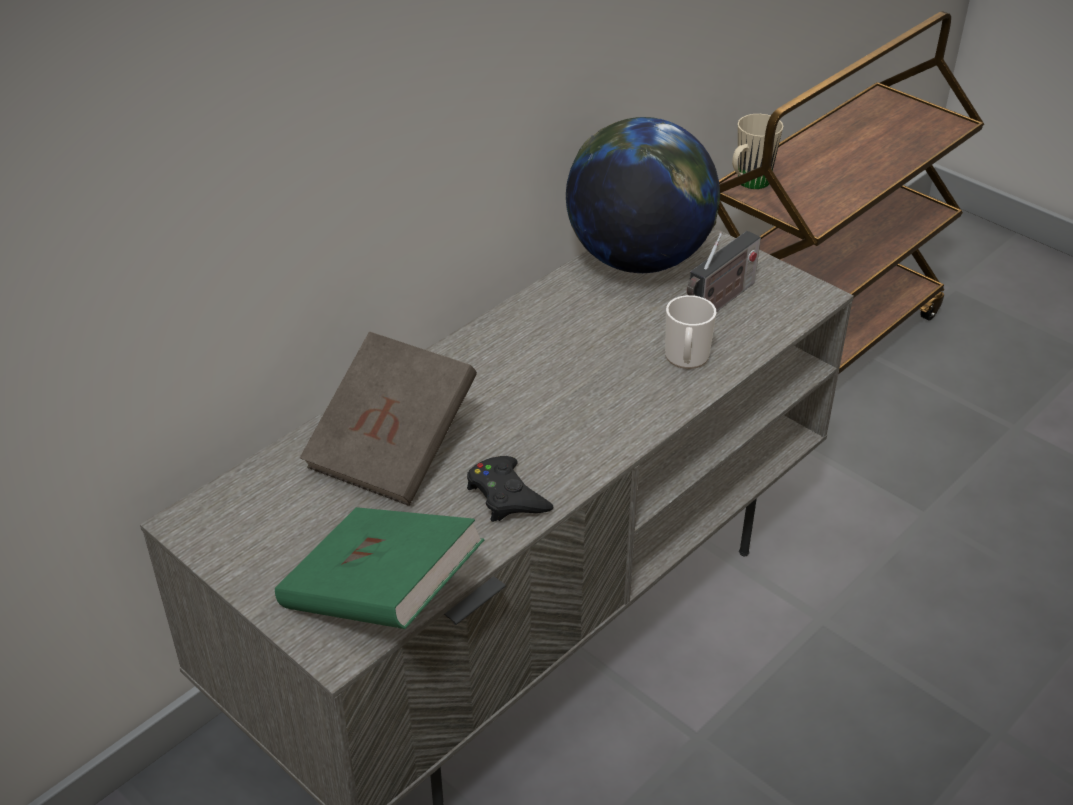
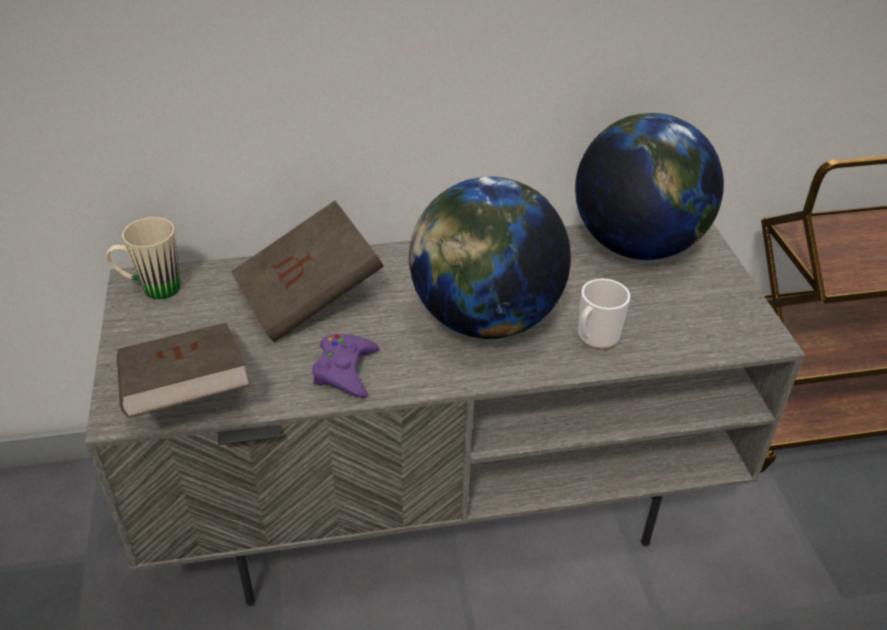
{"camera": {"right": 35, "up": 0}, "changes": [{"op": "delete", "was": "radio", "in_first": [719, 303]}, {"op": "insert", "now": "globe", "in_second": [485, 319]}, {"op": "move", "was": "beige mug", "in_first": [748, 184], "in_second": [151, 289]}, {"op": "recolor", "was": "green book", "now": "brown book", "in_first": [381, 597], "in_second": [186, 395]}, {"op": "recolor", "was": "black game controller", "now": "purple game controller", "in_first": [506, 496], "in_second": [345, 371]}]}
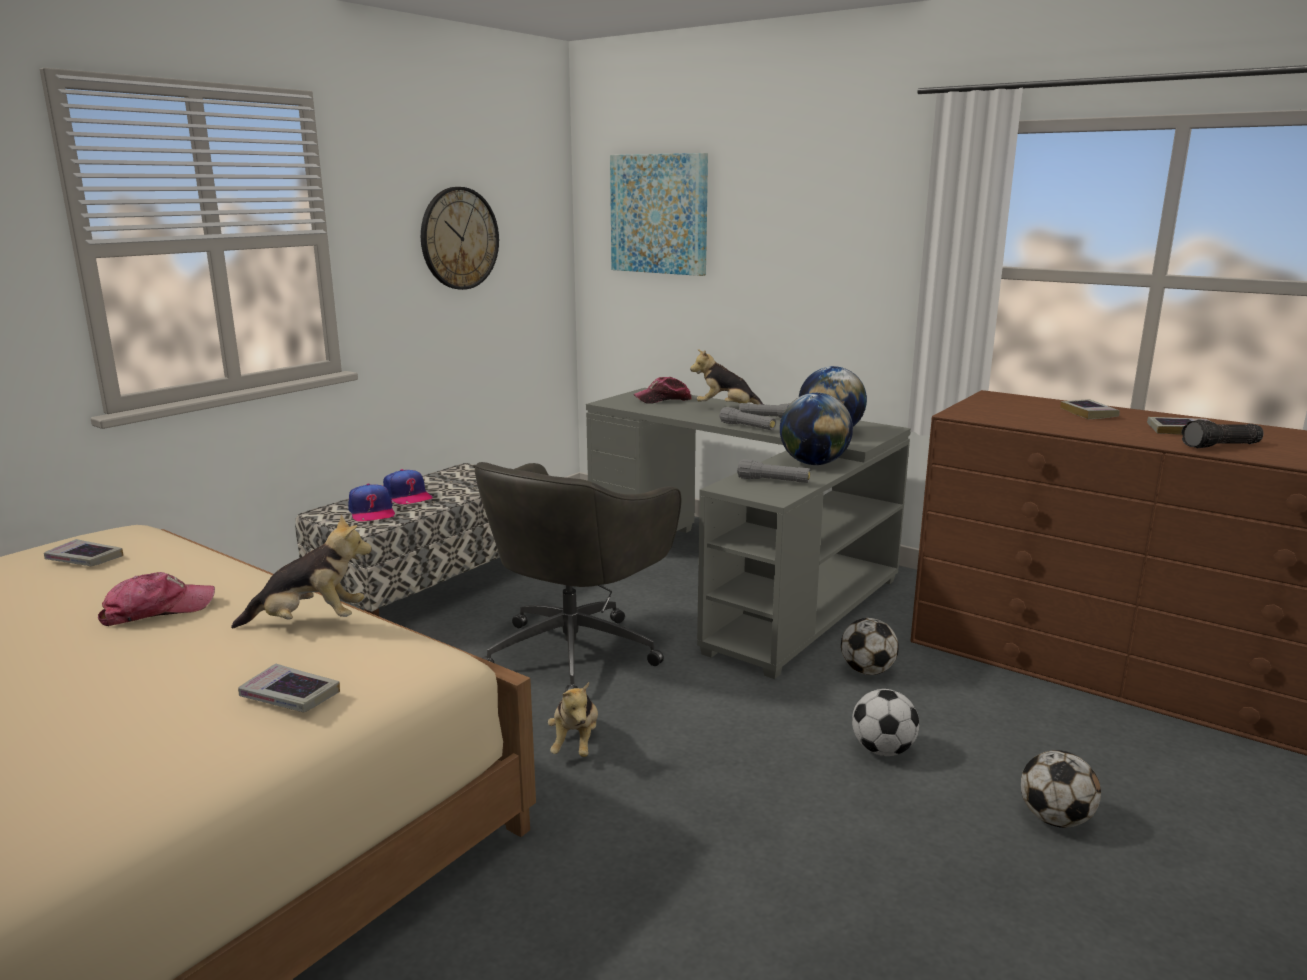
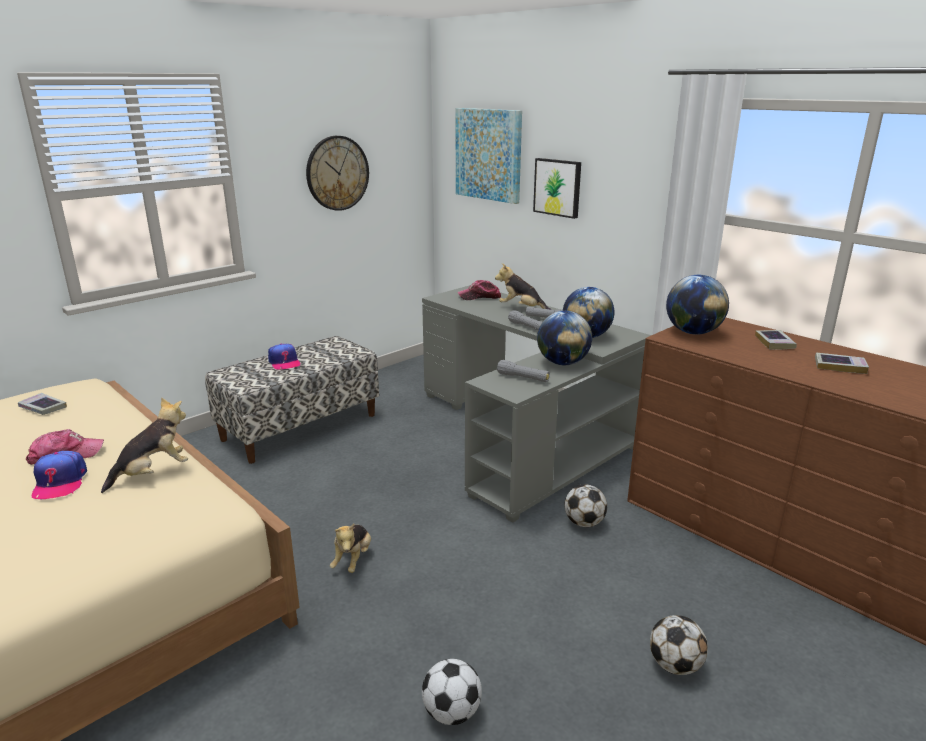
{"camera": {"right": 10, "up": 5}, "changes": [{"op": "delete", "was": "book", "in_first": [290, 696]}, {"op": "delete", "was": "grey office chair", "in_first": [575, 652]}, {"op": "delete", "was": "flashlight", "in_first": [1221, 446]}, {"op": "insert", "now": "picture", "in_second": [558, 187]}, {"op": "insert", "now": "globe", "in_second": [693, 332]}, {"op": "move", "was": "cap", "in_first": [372, 512], "in_second": [60, 482]}, {"op": "move", "was": "football", "in_first": [882, 750], "in_second": [451, 713]}, {"op": "rotate", "was": "plush toy", "in_first": [309, 622], "in_second": [153, 473], "clockwise": -45}]}
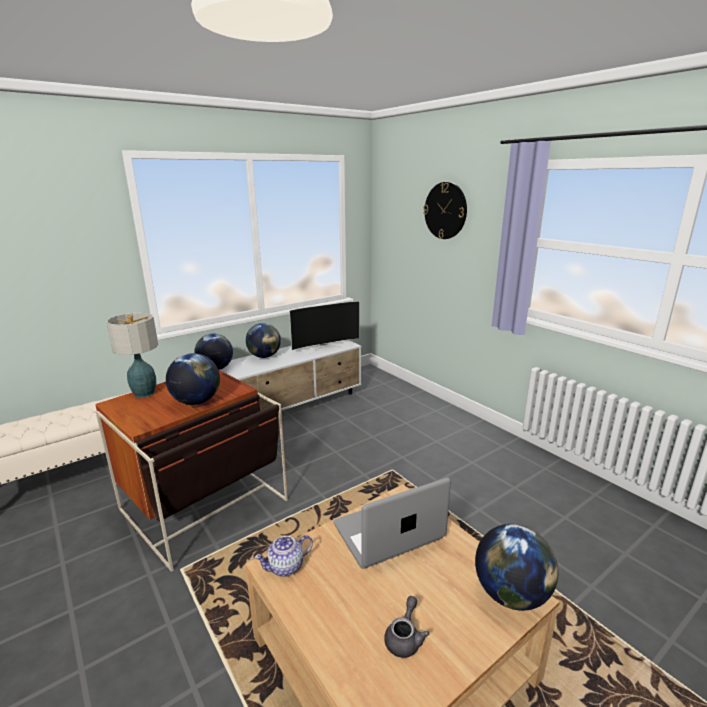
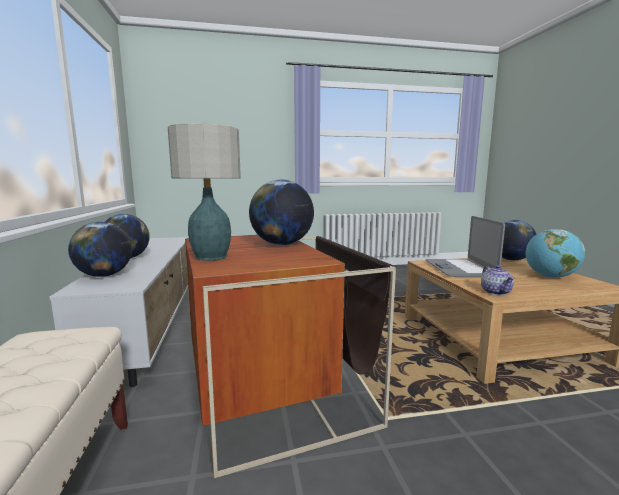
{"camera": {"right": -65, "up": -10}, "changes": [{"op": "delete", "was": "television", "in_first": [325, 346]}, {"op": "delete", "was": "wall clock", "in_first": [445, 210]}, {"op": "replace", "was": "grey teapot", "now": "globe", "in_first": [405, 638], "in_second": [550, 277]}]}
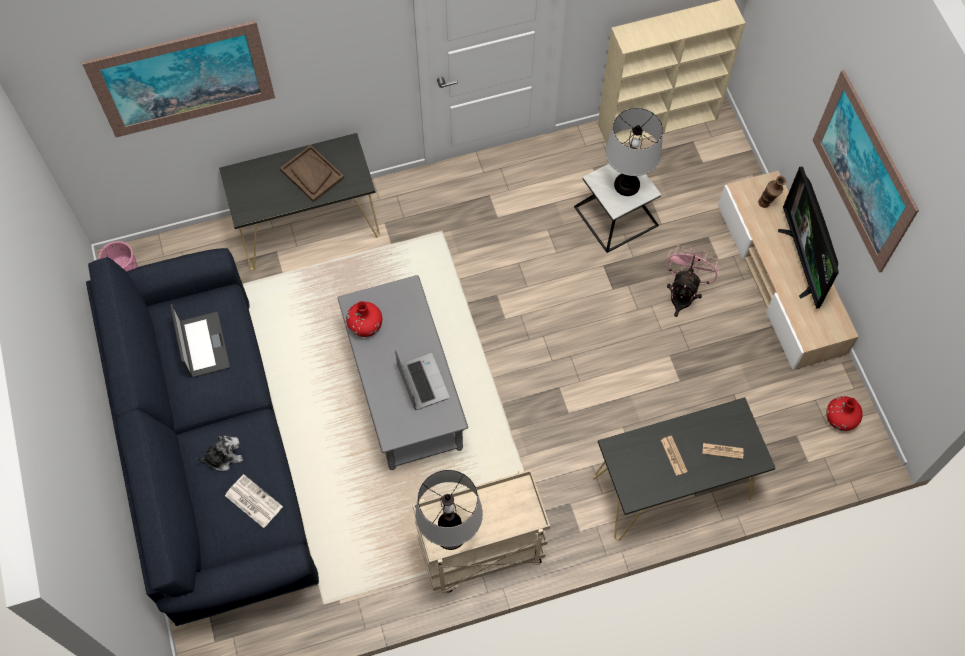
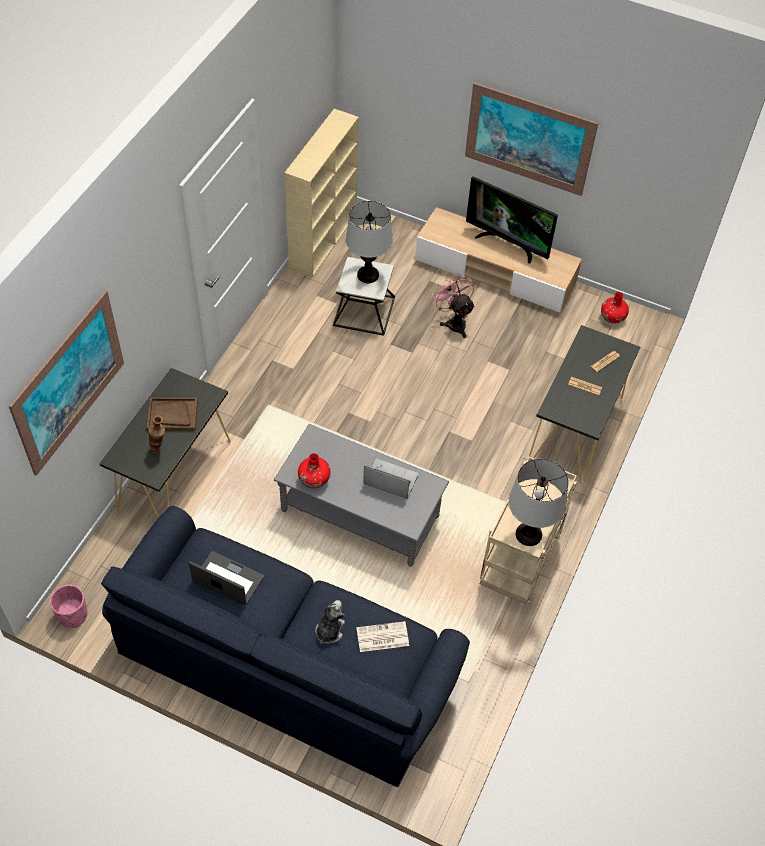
{"camera": {"right": -50, "up": -10}, "changes": [{"op": "move", "was": "vase", "in_first": [766, 206], "in_second": [159, 450]}]}
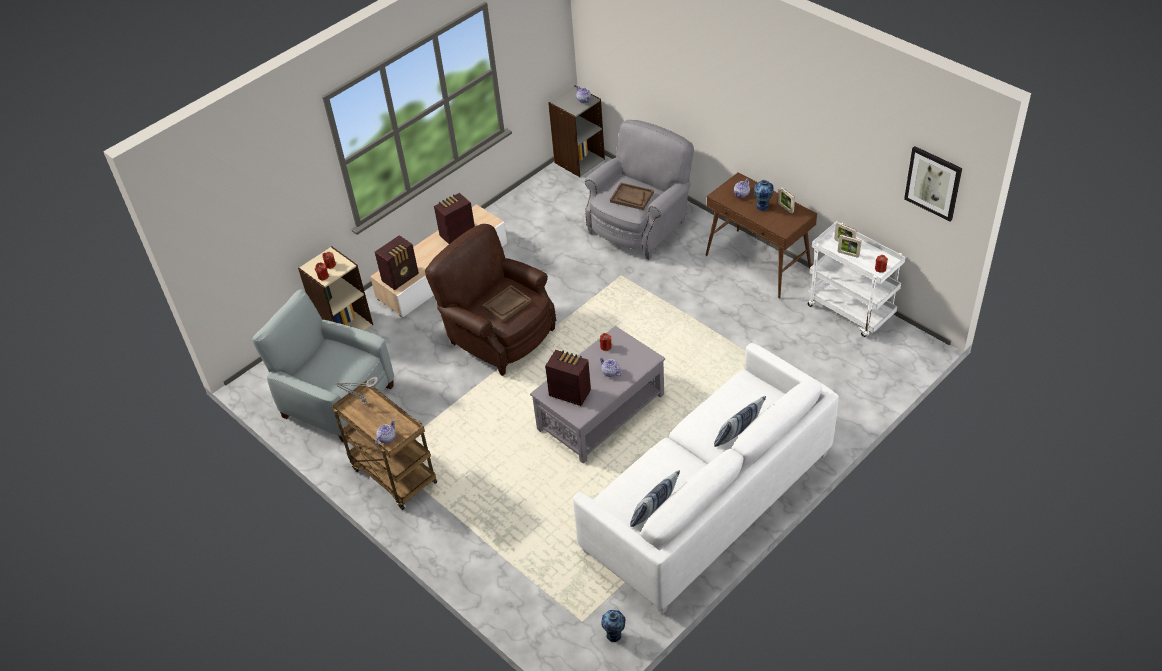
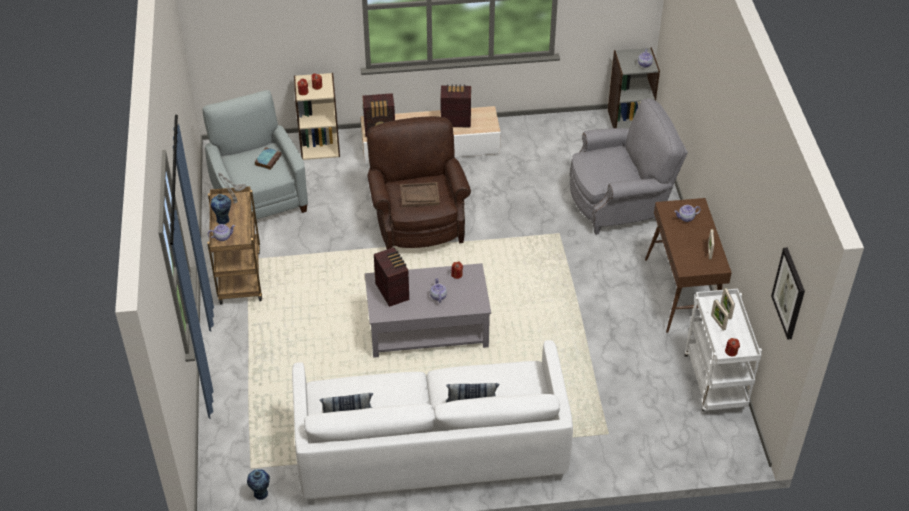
{"camera": {"right": 35, "up": 0}, "changes": [{"op": "delete", "was": "brown tray", "in_first": [631, 197]}, {"op": "insert", "now": "book", "in_second": [268, 159]}, {"op": "move", "was": "vase", "in_first": [763, 206], "in_second": [223, 220]}]}
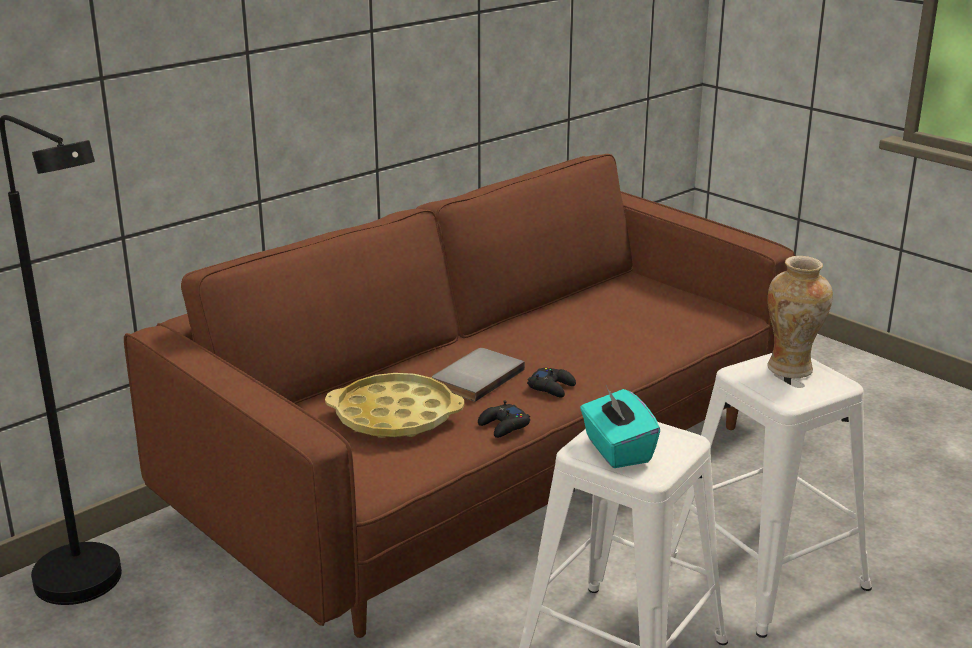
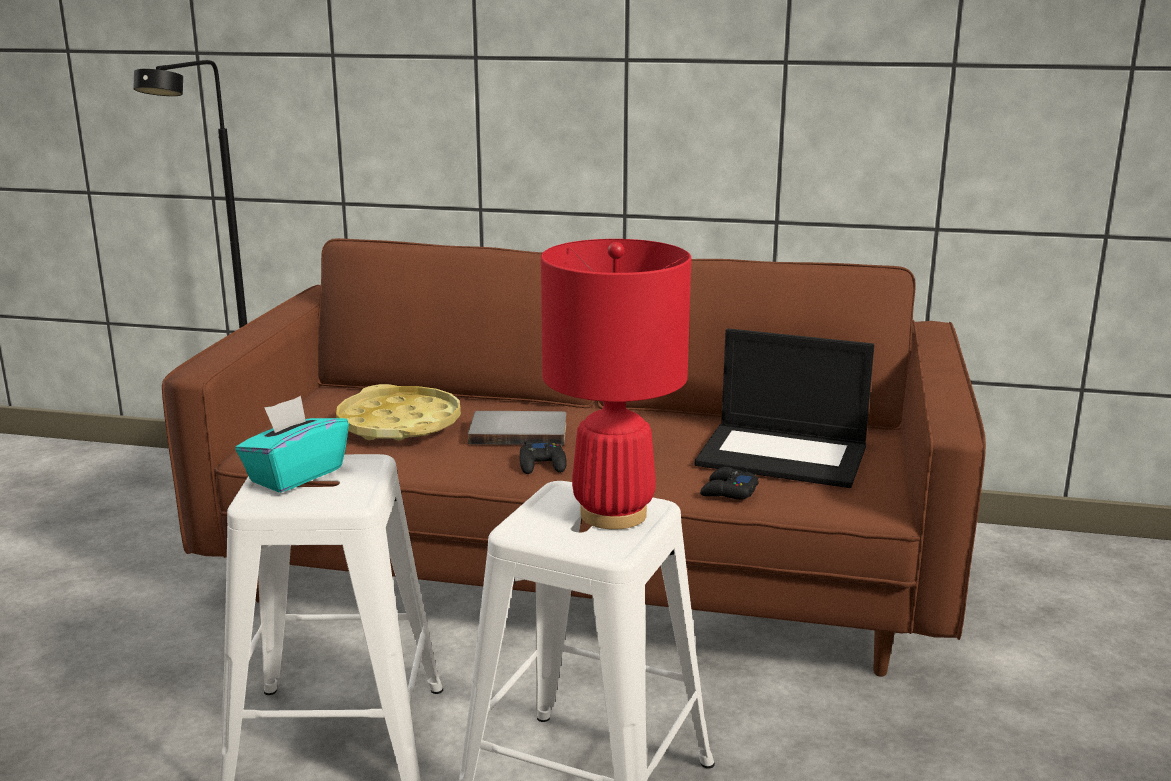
{"camera": {"right": 55, "up": -5}, "changes": [{"op": "insert", "now": "laptop", "in_second": [784, 455]}, {"op": "move", "was": "black game controller", "in_first": [504, 426], "in_second": [728, 492]}, {"op": "replace", "was": "vase", "now": "red table lamp", "in_first": [791, 369], "in_second": [612, 514]}]}
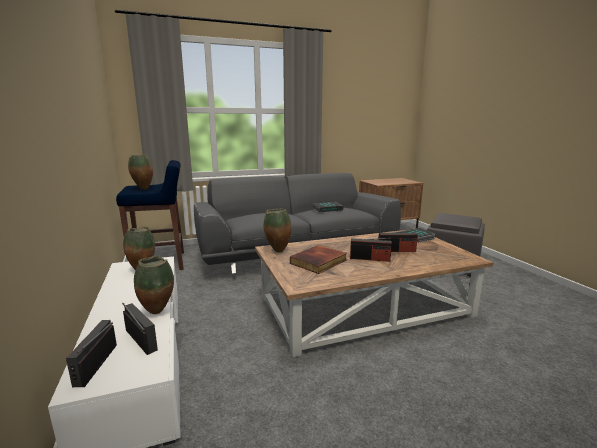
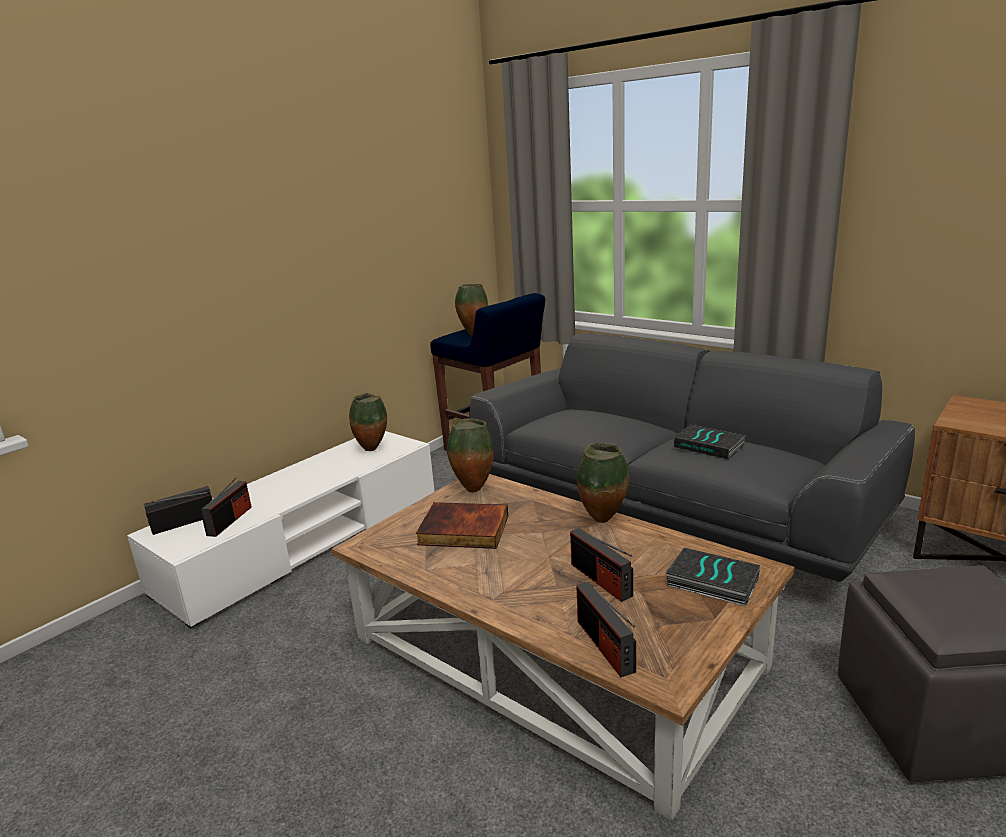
{"camera": {"right": 60, "up": 5}, "changes": [{"op": "move", "was": "vase", "in_first": [158, 312], "in_second": [604, 521]}, {"op": "move", "was": "radio", "in_first": [370, 258], "in_second": [605, 646]}]}
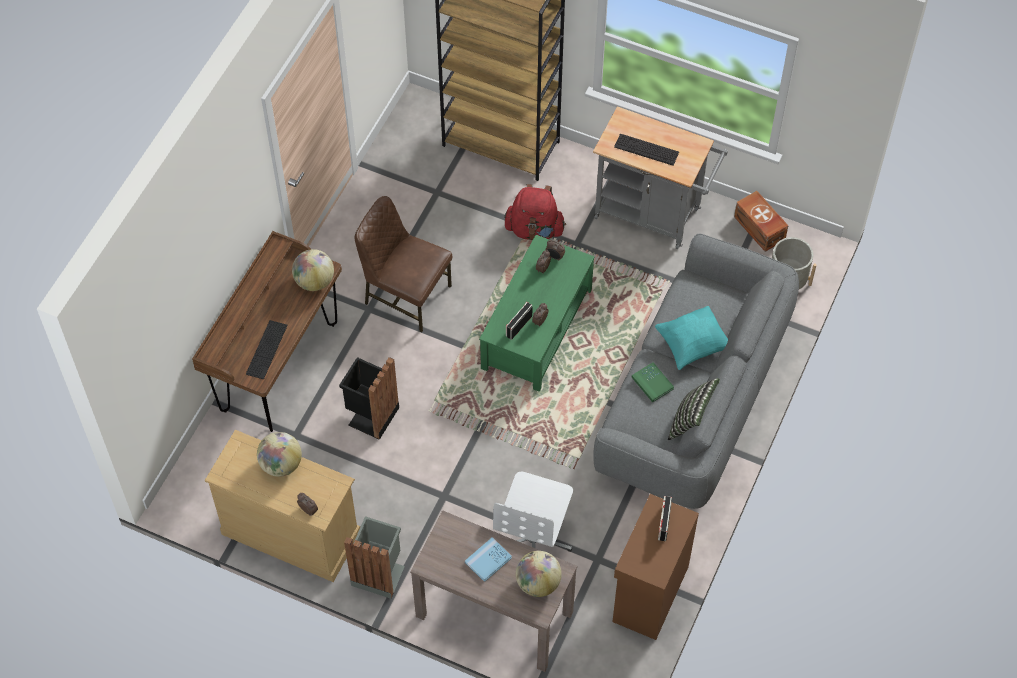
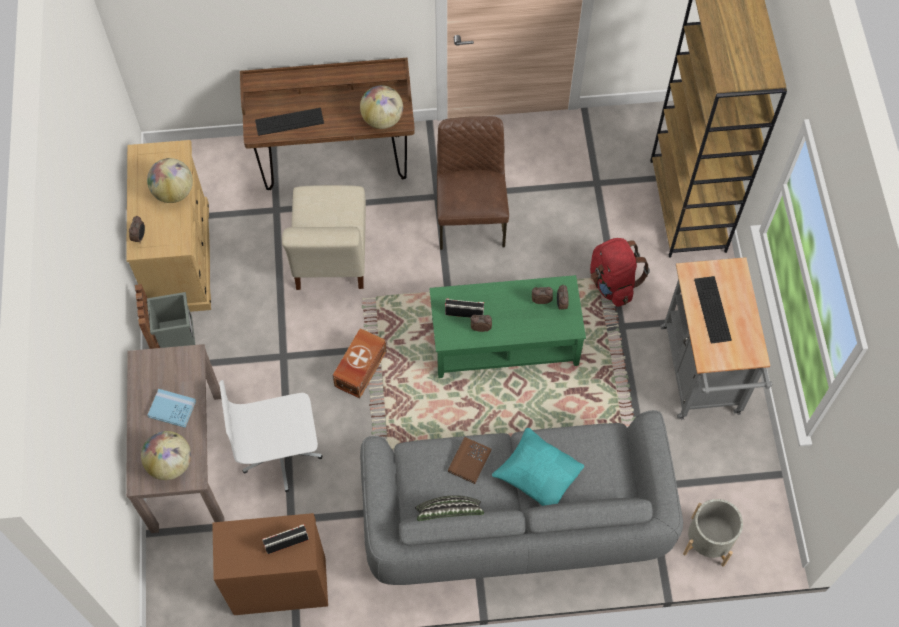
{"camera": {"right": 60, "up": 5}, "changes": [{"op": "move", "was": "brown storage box", "in_first": [759, 229], "in_second": [359, 369]}, {"op": "replace", "was": "black trash can", "now": "beige chair", "in_first": [371, 415], "in_second": [330, 256]}, {"op": "recolor", "was": "green book", "now": "brown book", "in_first": [652, 383], "in_second": [469, 461]}]}
